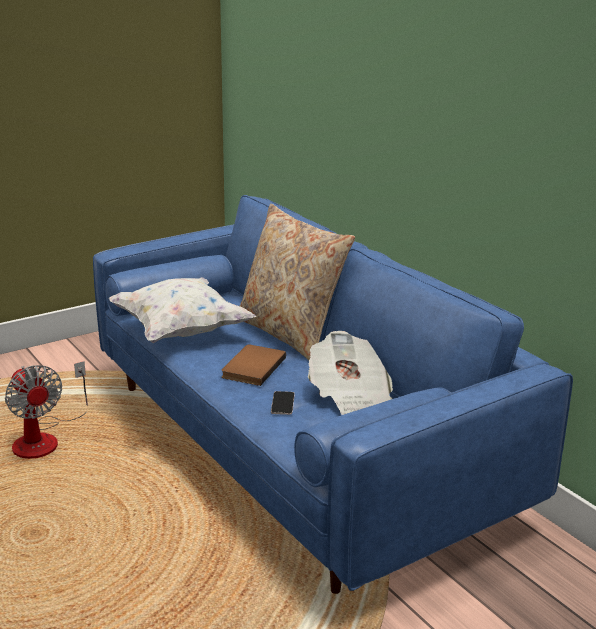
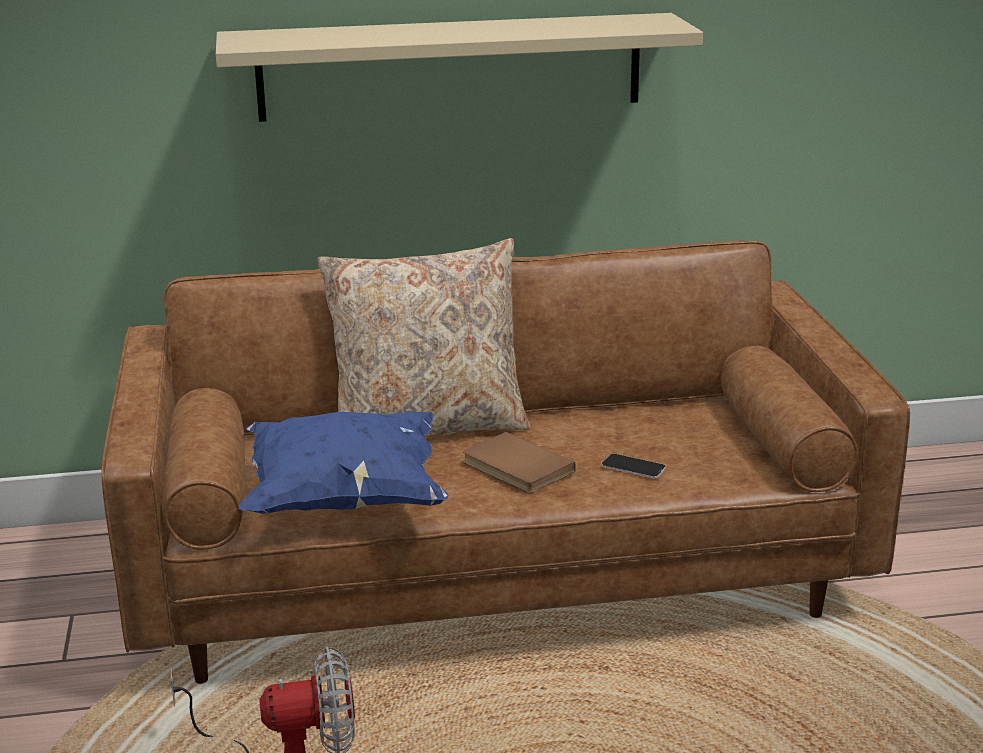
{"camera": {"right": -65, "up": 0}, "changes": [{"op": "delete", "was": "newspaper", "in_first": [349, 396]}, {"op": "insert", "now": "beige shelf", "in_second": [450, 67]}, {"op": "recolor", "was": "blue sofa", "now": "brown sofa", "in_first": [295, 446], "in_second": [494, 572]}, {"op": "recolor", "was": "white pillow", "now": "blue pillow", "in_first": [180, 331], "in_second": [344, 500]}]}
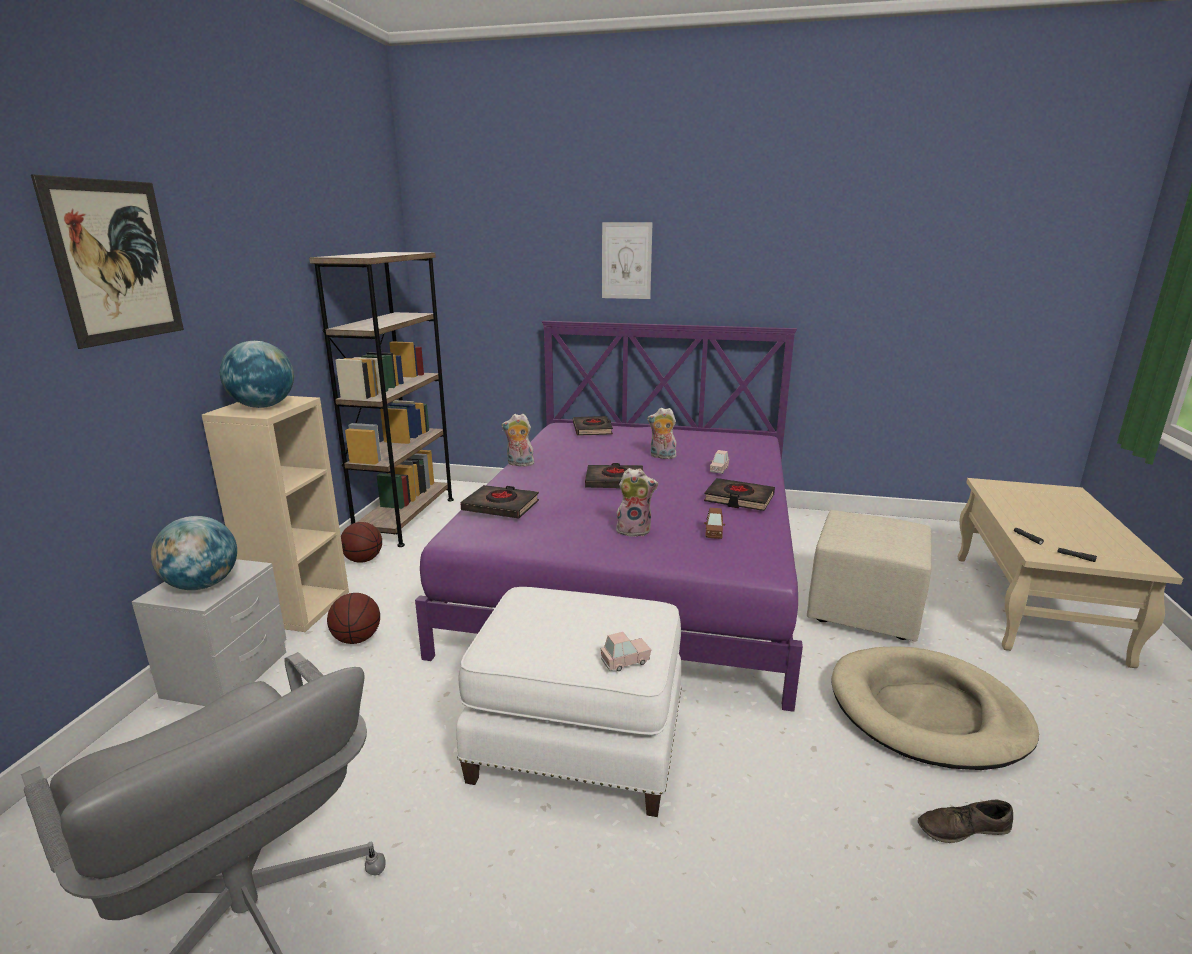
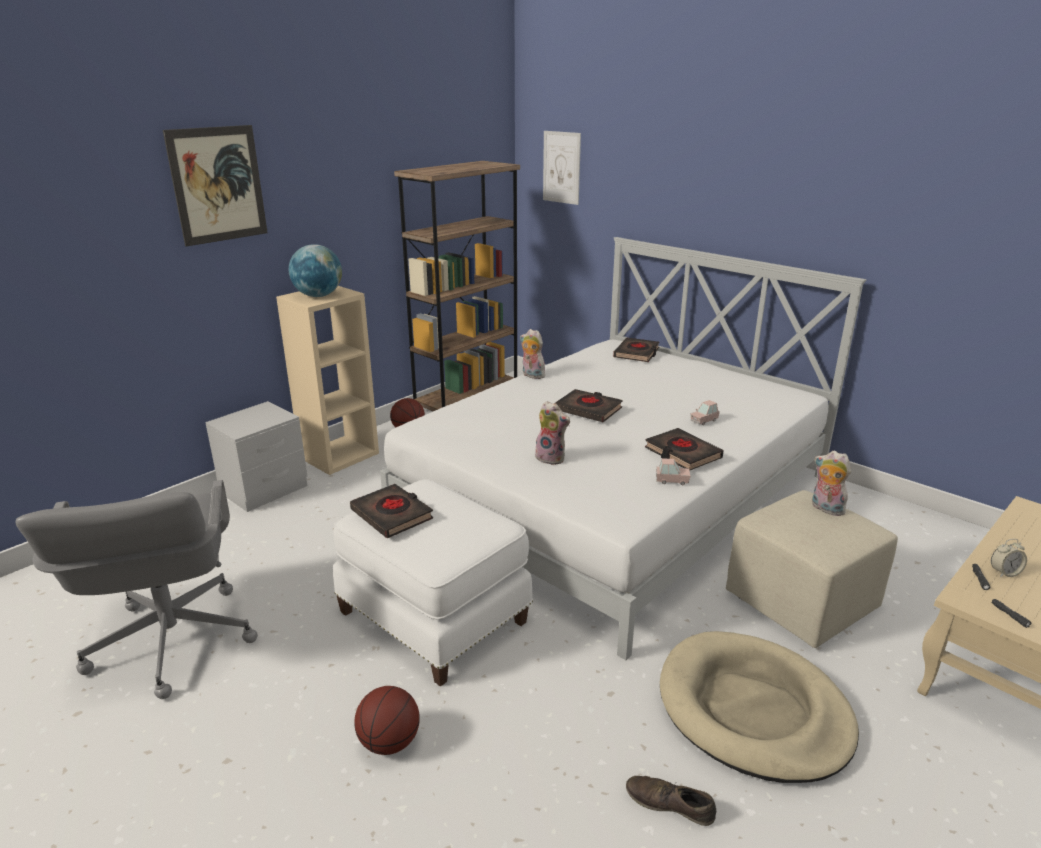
{"camera": {"right": 30, "up": 5}, "changes": [{"op": "delete", "was": "globe", "in_first": [202, 585]}, {"op": "delete", "was": "brown toy car", "in_first": [713, 533]}, {"op": "insert", "now": "alarm clock", "in_second": [1004, 572]}, {"op": "move", "was": "basketball", "in_first": [357, 639], "in_second": [389, 742]}, {"op": "move", "was": "black book", "in_first": [501, 506], "in_second": [392, 515]}, {"op": "move", "was": "pink toy car", "in_first": [625, 661], "in_second": [672, 480]}, {"op": "move", "was": "picture", "in_first": [626, 261], "in_second": [561, 167]}, {"op": "move", "was": "plush toy", "in_first": [662, 457], "in_second": [825, 509]}, {"op": "recolor", "was": "purple bed", "now": "white bed", "in_first": [634, 568], "in_second": [613, 497]}]}
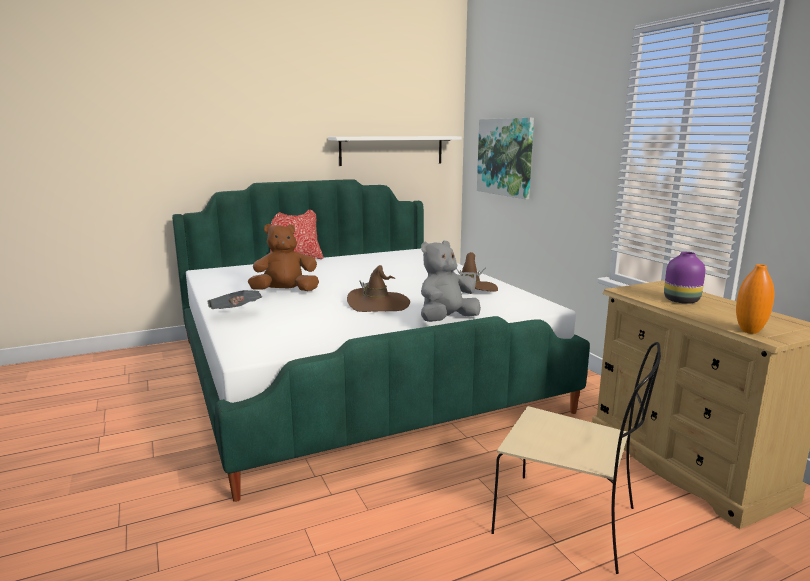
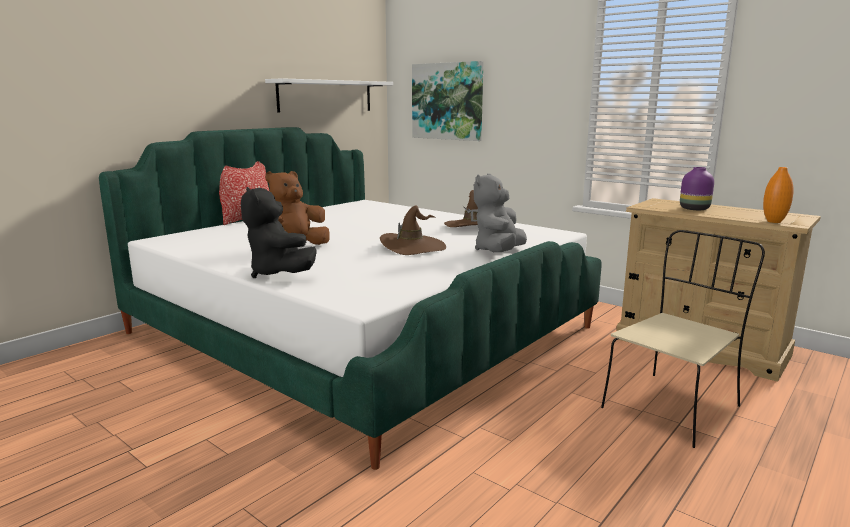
{"camera": {"right": -25, "up": 0}, "changes": [{"op": "replace", "was": "newspaper", "now": "black plush toy", "in_first": [235, 314], "in_second": [279, 273]}, {"op": "rotate", "was": "beige chair", "in_first": [568, 522], "in_second": [672, 406], "clockwise": -45}]}
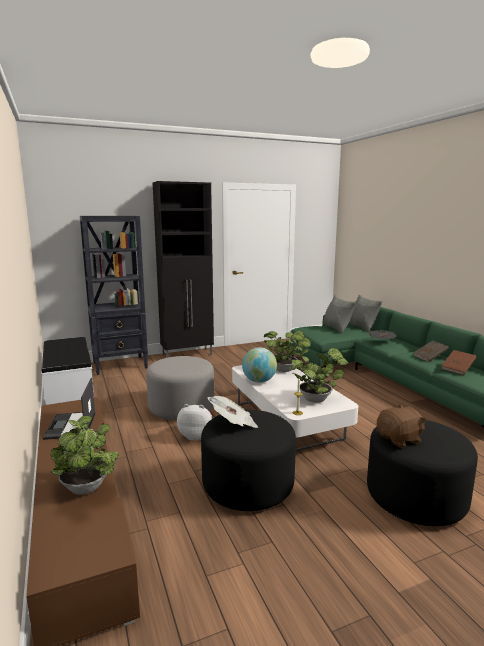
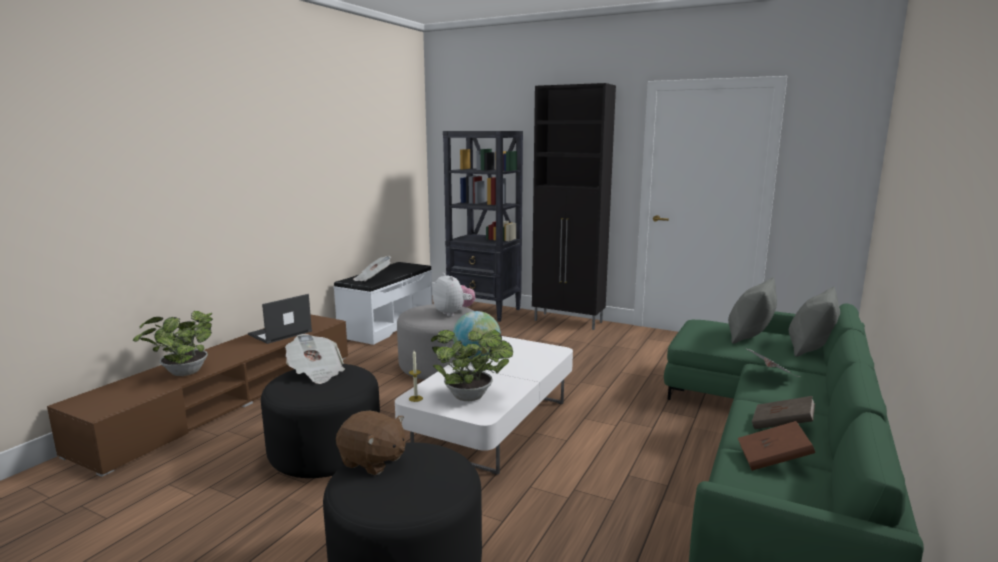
{"camera": {"right": 50, "up": 0}, "changes": [{"op": "delete", "was": "potted plant", "in_first": [285, 370]}, {"op": "insert", "now": "newspaper", "in_second": [372, 279]}, {"op": "move", "was": "plush toy", "in_first": [196, 436], "in_second": [453, 313]}]}
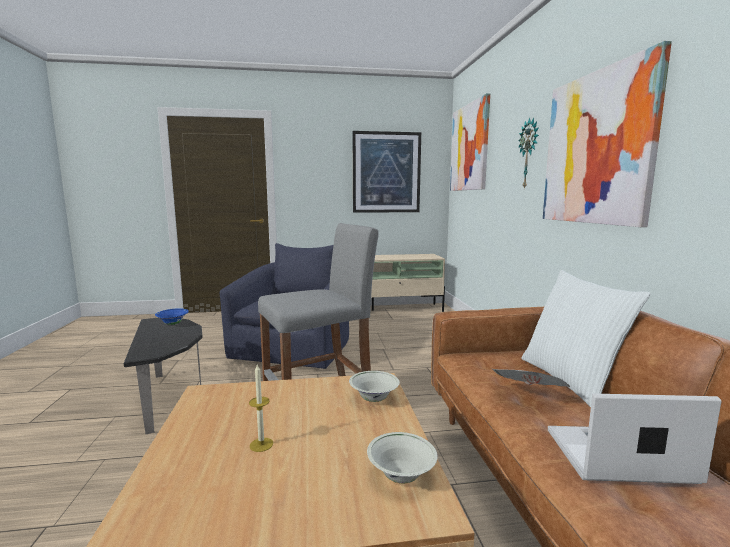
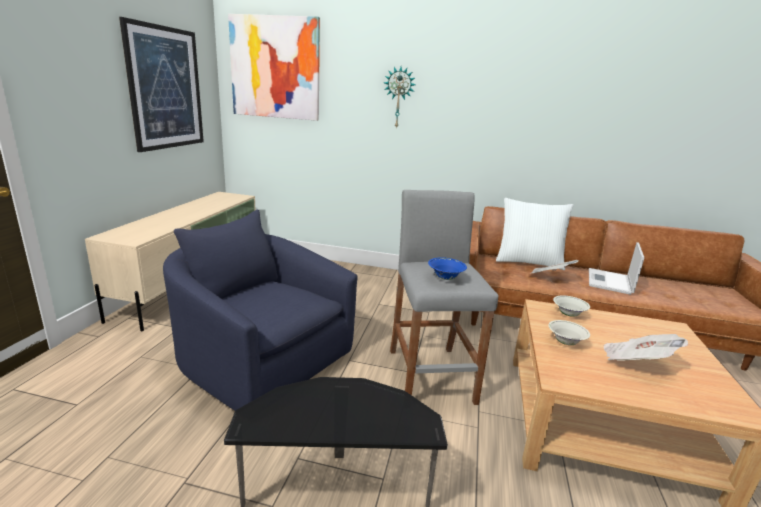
{"camera": {"right": -70, "up": 10}, "changes": [{"op": "delete", "was": "picture", "in_first": [596, 148]}, {"op": "move", "was": "blue bowl", "in_first": [173, 324], "in_second": [445, 278]}, {"op": "move", "was": "white bowl", "in_first": [401, 476], "in_second": [565, 342]}, {"op": "replace", "was": "candle", "now": "newspaper", "in_first": [261, 444], "in_second": [636, 362]}]}
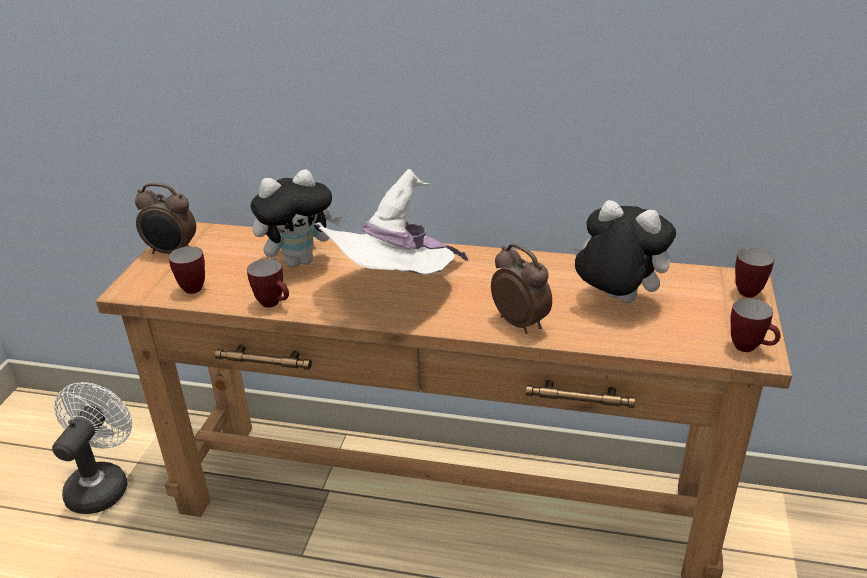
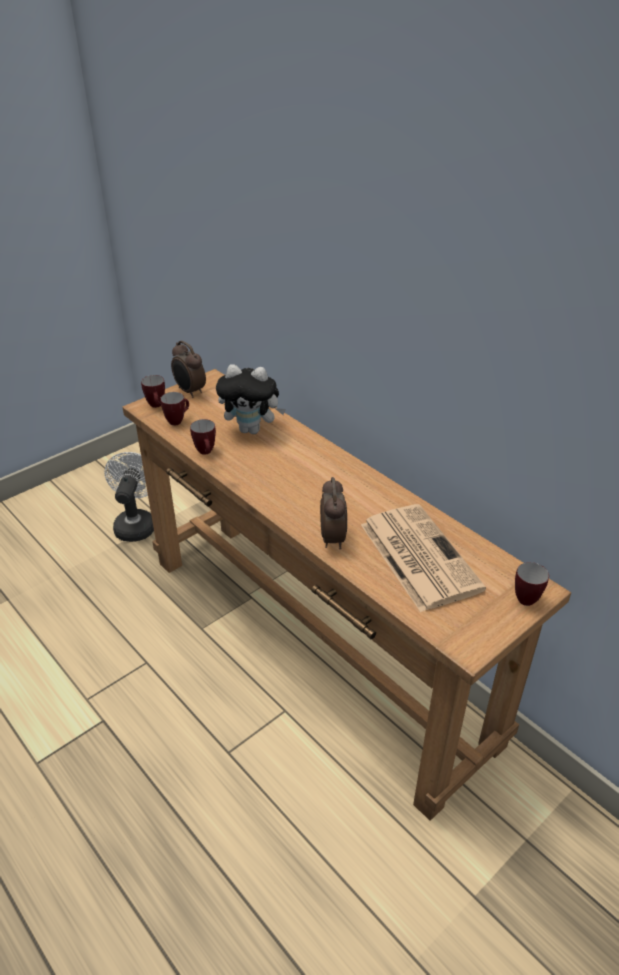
{"camera": {"right": 35, "up": 5}, "changes": [{"op": "delete", "was": "white hat", "in_first": [394, 289]}, {"op": "move", "was": "mug", "in_first": [750, 348], "in_second": [157, 406]}, {"op": "replace", "was": "plush toy", "now": "newspaper", "in_first": [616, 300], "in_second": [417, 555]}, {"op": "rotate", "was": "white fan", "in_first": [102, 484], "in_second": [136, 524], "clockwise": -45}]}
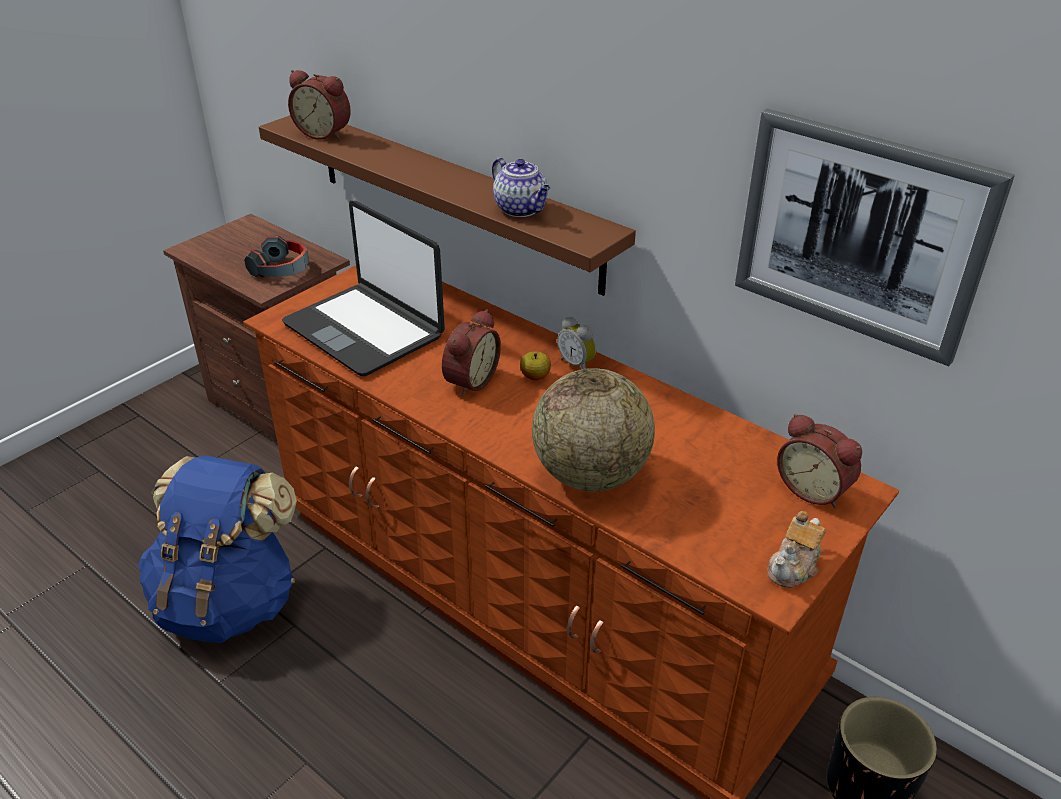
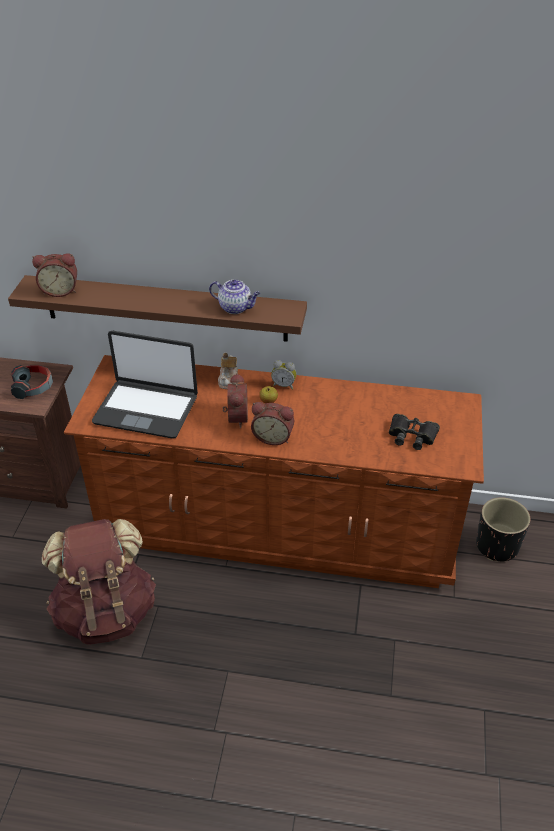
{"camera": {"right": -30, "up": 5}, "changes": [{"op": "delete", "was": "globe", "in_first": [590, 475]}, {"op": "delete", "was": "picture", "in_first": [860, 234]}, {"op": "insert", "now": "black binoculars", "in_second": [412, 435]}, {"op": "move", "was": "teapot", "in_first": [794, 567], "in_second": [228, 380]}, {"op": "move", "was": "alarm clock", "in_first": [814, 489], "in_second": [273, 437]}, {"op": "recolor", "was": "blue backpack", "now": "brown backpack", "in_first": [229, 601], "in_second": [106, 611]}]}
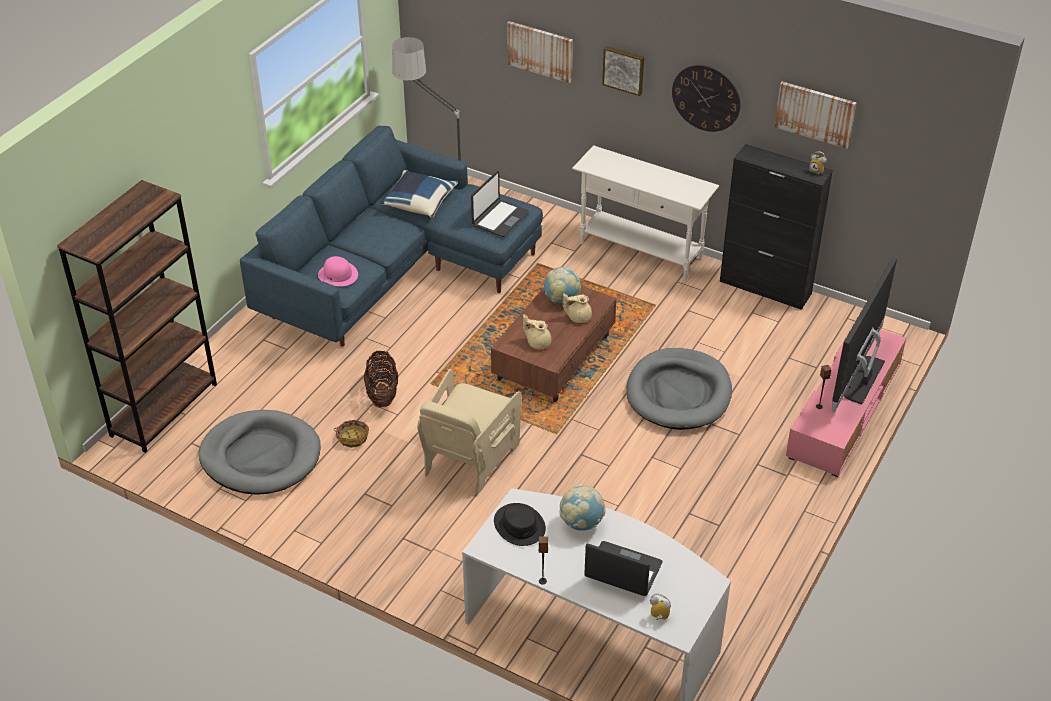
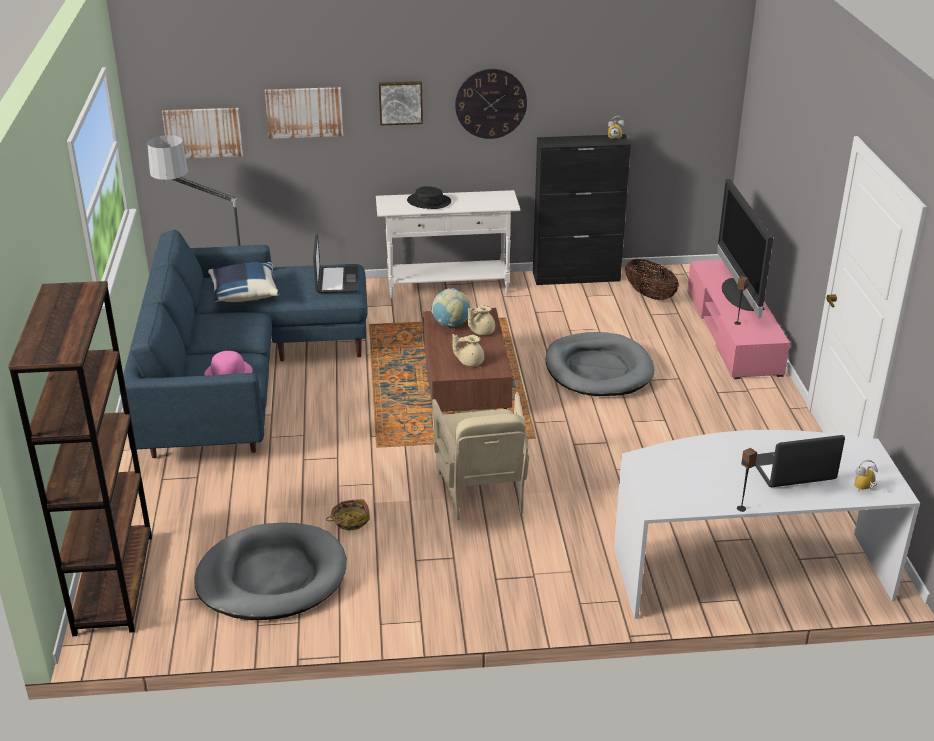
{"camera": {"right": -35, "up": -10}, "changes": [{"op": "delete", "was": "globe", "in_first": [581, 523]}, {"op": "move", "was": "basket", "in_first": [382, 394], "in_second": [649, 295]}, {"op": "move", "was": "black hat", "in_first": [519, 525], "in_second": [429, 202]}, {"op": "move", "was": "picture", "in_first": [815, 114], "in_second": [203, 132]}]}
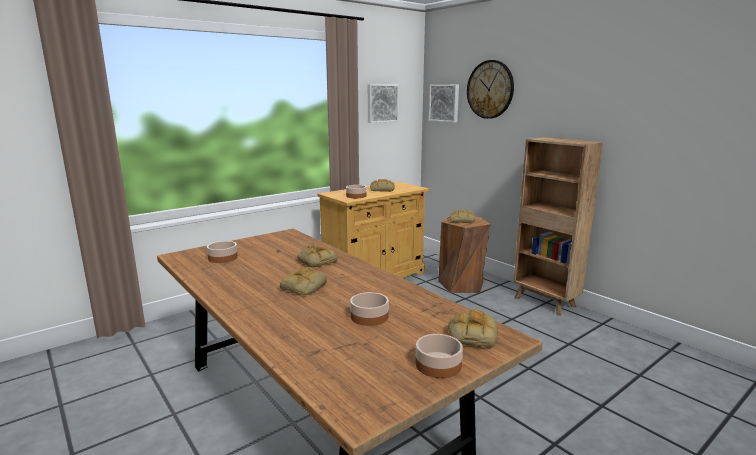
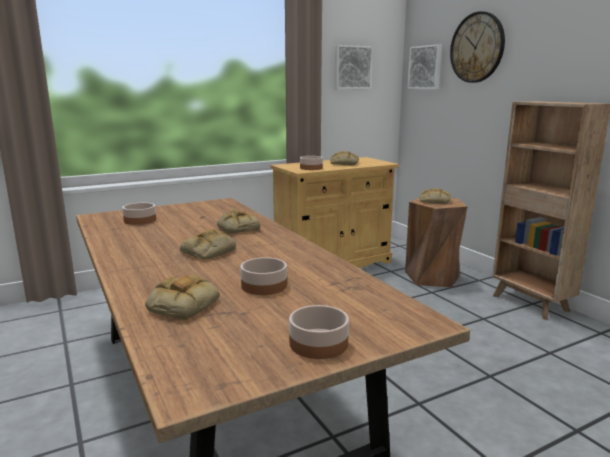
{"camera": {"right": 10, "up": 0}, "changes": [{"op": "move", "was": "bread", "in_first": [472, 334], "in_second": [183, 304]}]}
